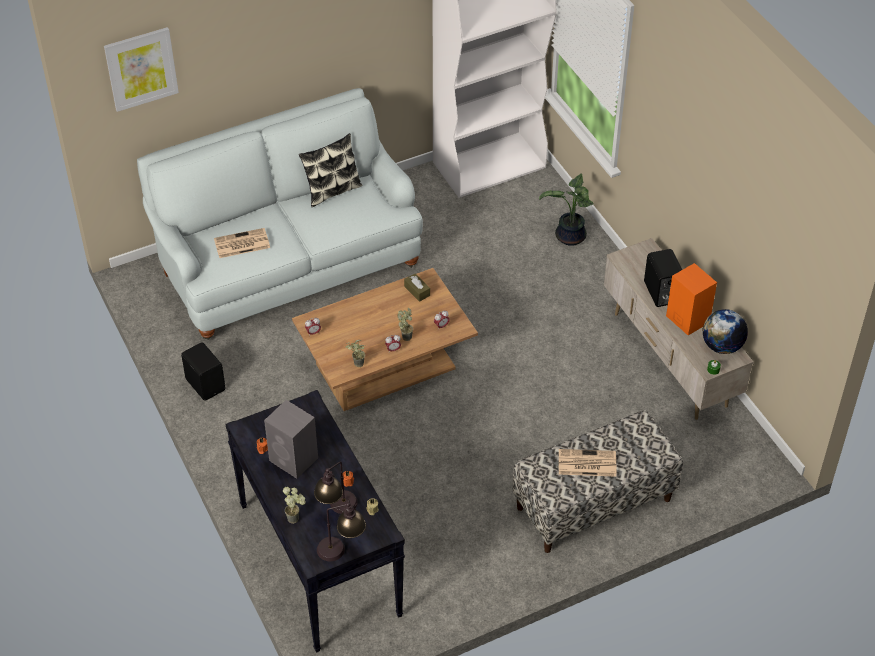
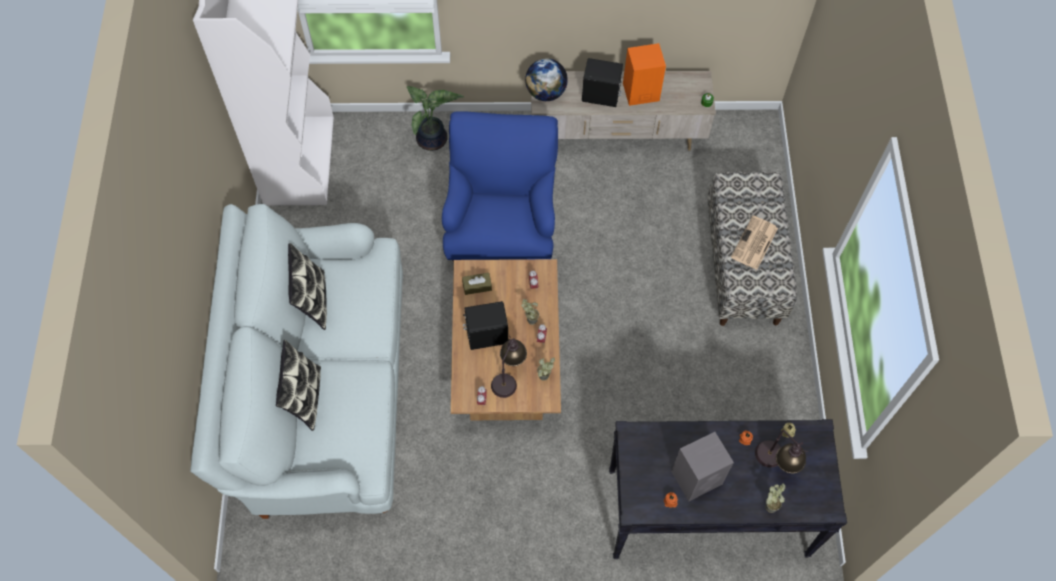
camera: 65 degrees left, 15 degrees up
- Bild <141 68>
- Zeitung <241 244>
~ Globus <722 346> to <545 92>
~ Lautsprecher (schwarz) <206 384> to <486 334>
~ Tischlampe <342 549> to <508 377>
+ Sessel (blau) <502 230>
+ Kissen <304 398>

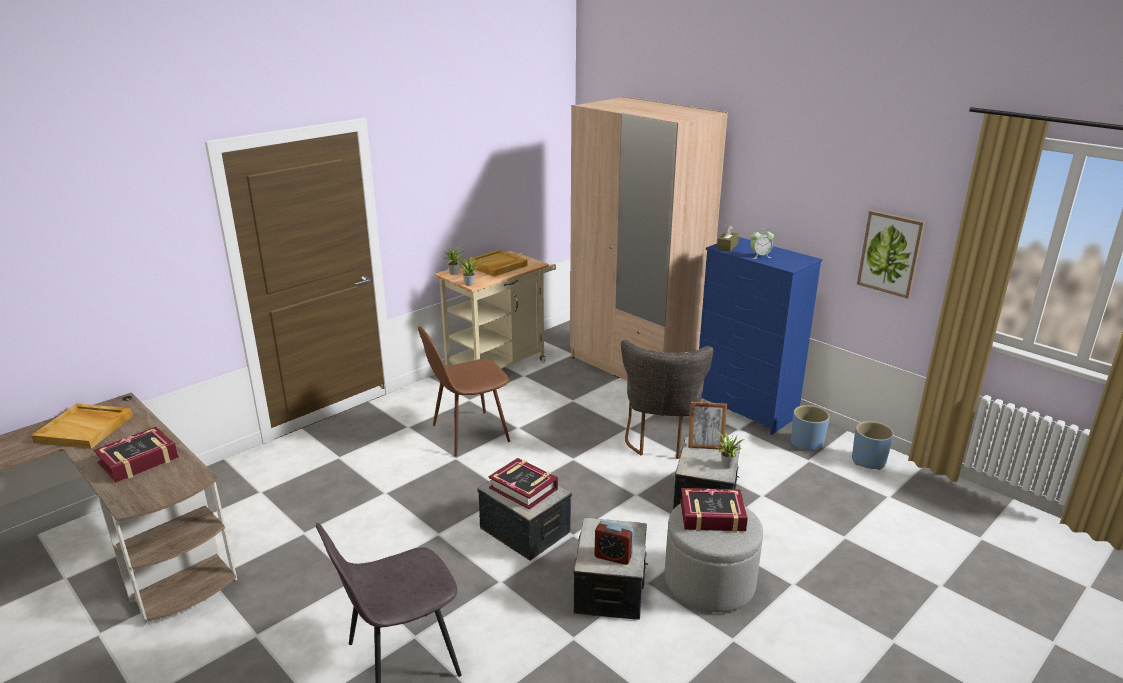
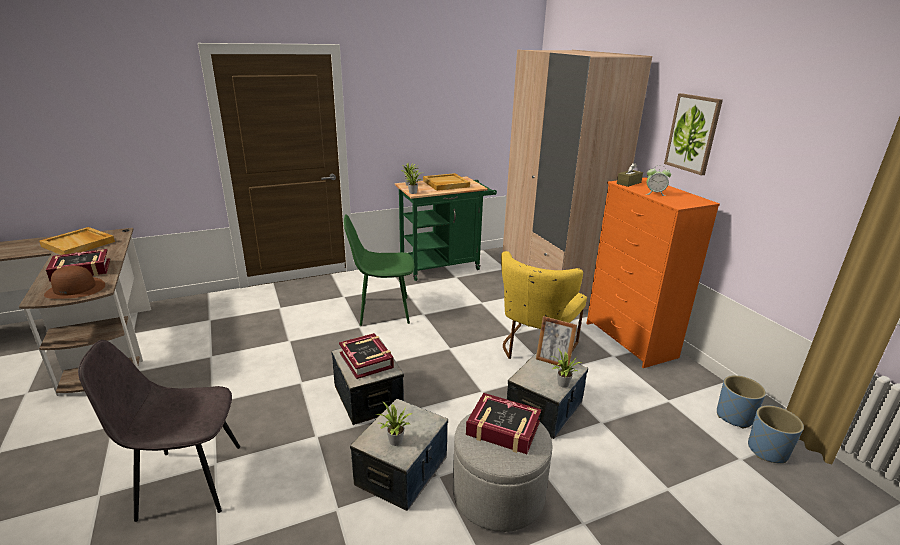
camera: 20 degrees right, 0 degrees up
~ Bild <890 253> to <693 133>
~ Kommode (blau) <745 409> to Kommode (orange) <630 340>
~ Rollwagen (beige) <501 364> to Rollwagen (grün) <444 266>
~ Stuhl (braun) <468 434> to Stuhl (grün) <382 311>
~ Stuhl (grau) <661 440> to Stuhl (gelb) <535 350>
~ Pflanzkübel (blau) <807 444> to <768 451>
~ Wecker <613 556> to Topfpflanze <394 442>
+ Hut (braun) <75 289>

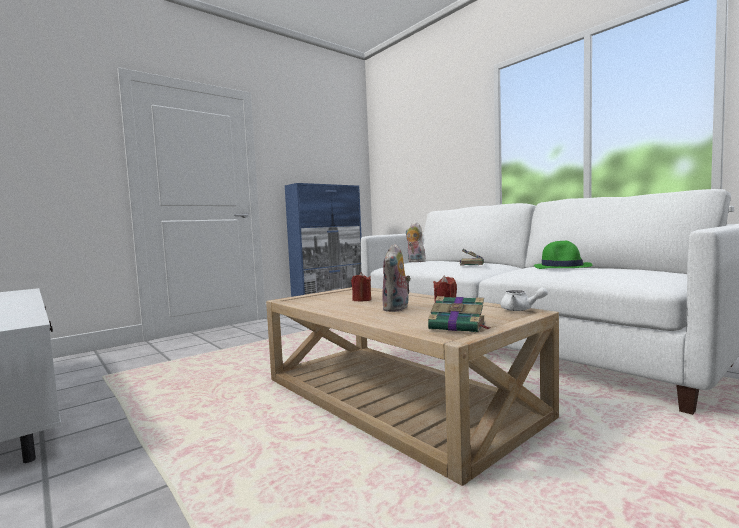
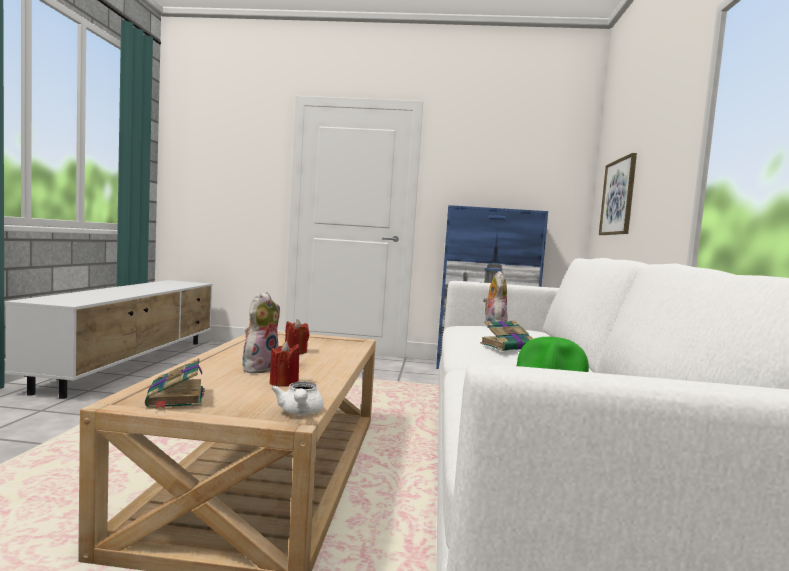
camera: 45 degrees right, 0 degrees up
~ Plüschtier <397 309> = <259 368> 135 degrees clockwise
+ Bild <618 197>

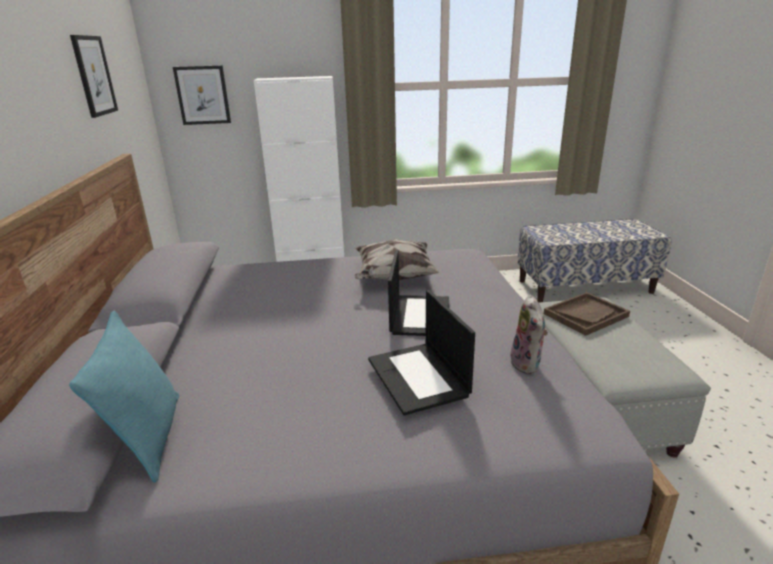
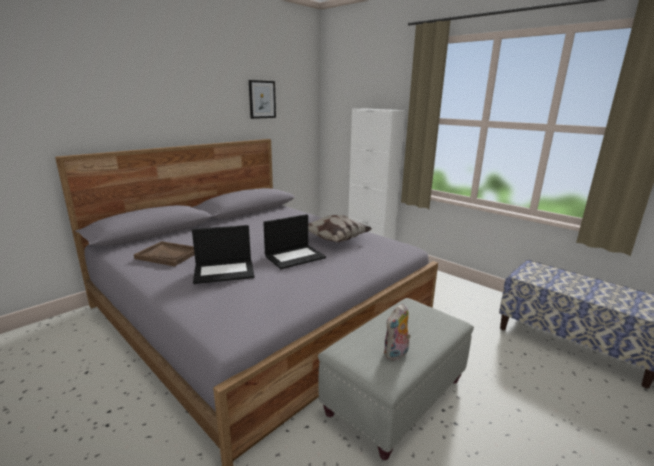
camera: 50 degrees right, 5 degrees down
- Bild <203 95>
~ Laptop <419 377> = <225 271> 135 degrees counterclockwise
~ Tablett (braun) <585 315> to <168 255>
~ Plüschtier <528 364> to <396 354>
- Kissen (türkis) <150 438>

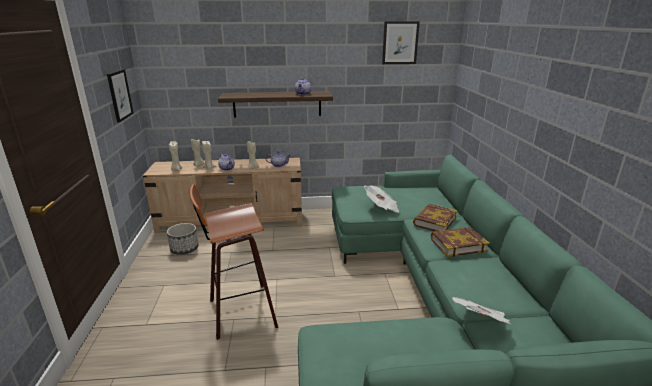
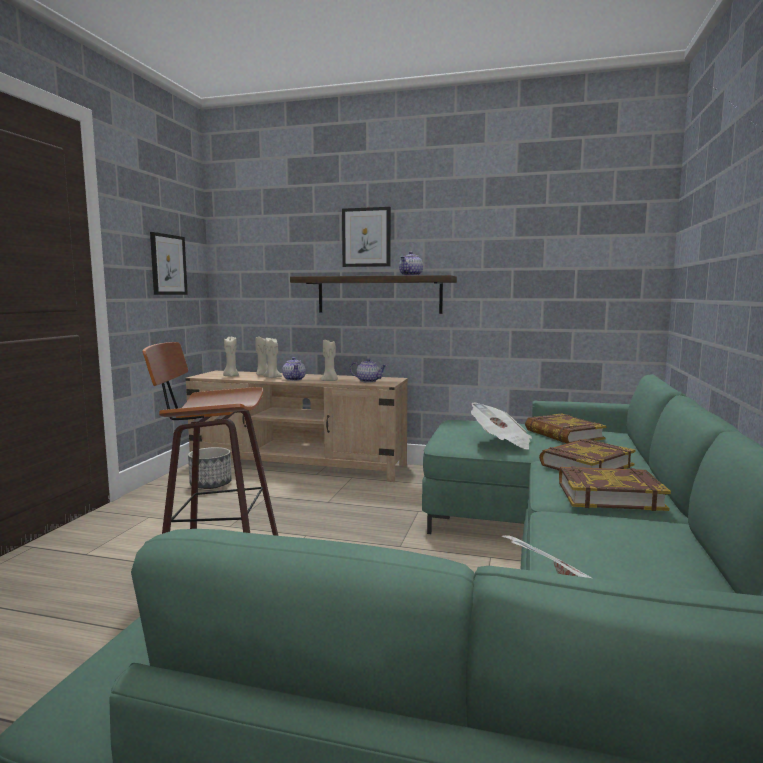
camera: 20 degrees right, 15 degrees down
~ Bild <400 43> to <366 237>
+ Buch <563 434>

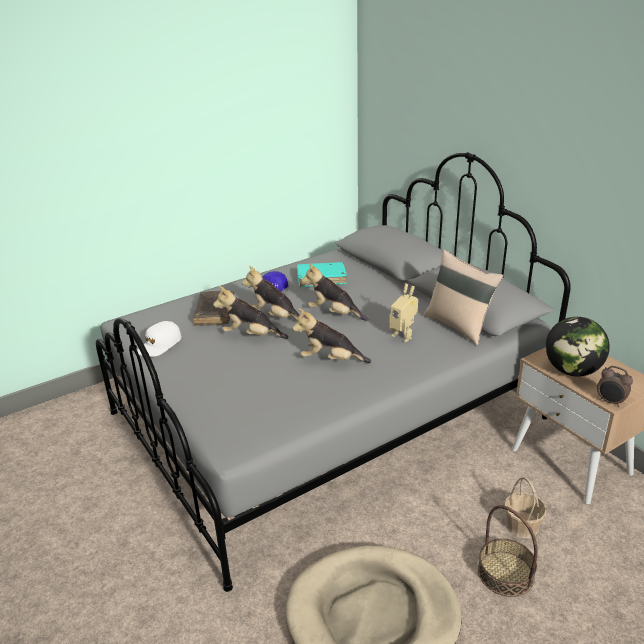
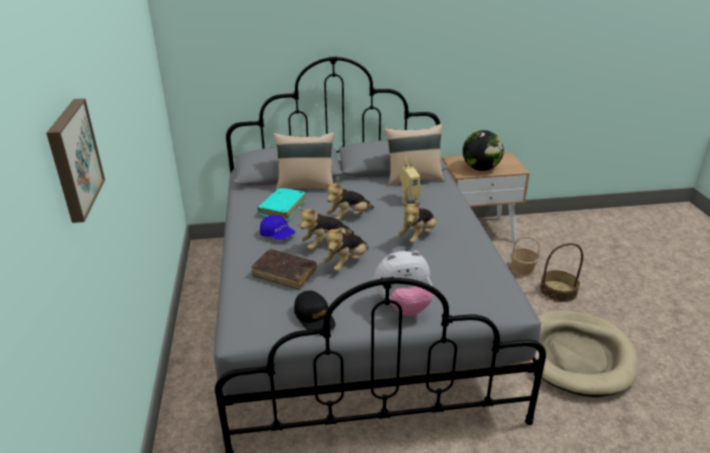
camera: 65 degrees left, 0 degrees up
~ Kappe (weiß) <159 345> to Kappe (schwarz) <314 318>
- Wecker <610 402>
+ Bild <72 159>
+ Kissen (beige) <305 186>
+ Plüschtier <403 306>

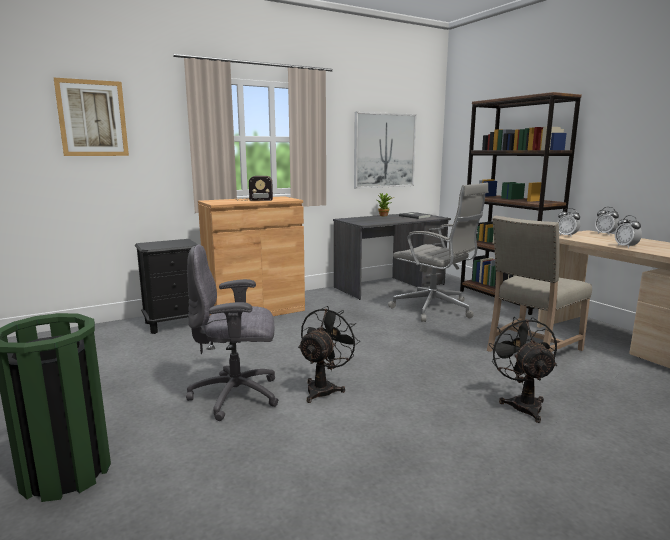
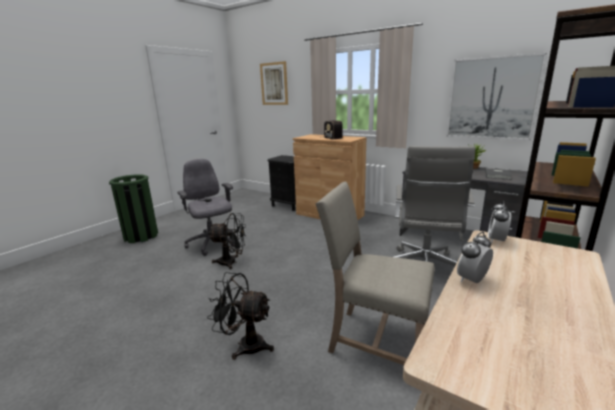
camera: 65 degrees right, 5 degrees up
- Wecker <605 234>
~ Ventilator (schwarz) <522 404> = <245 345> 135 degrees counterclockwise

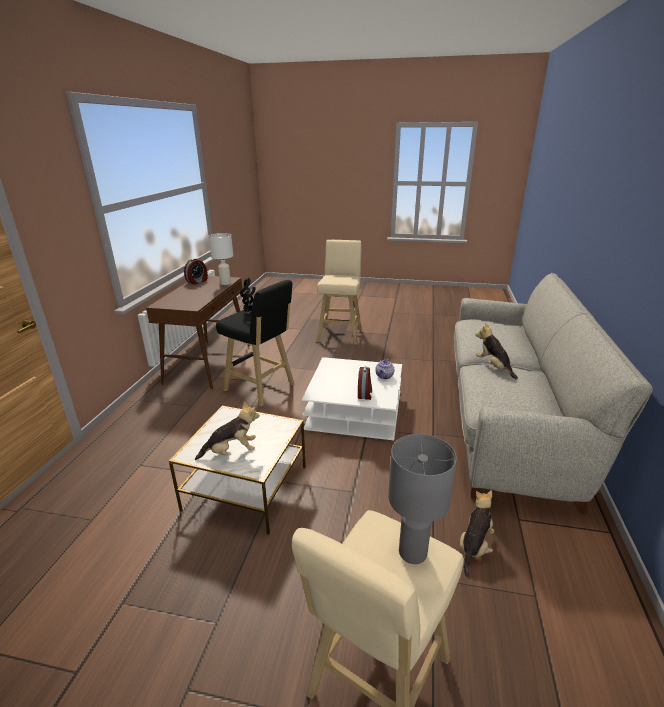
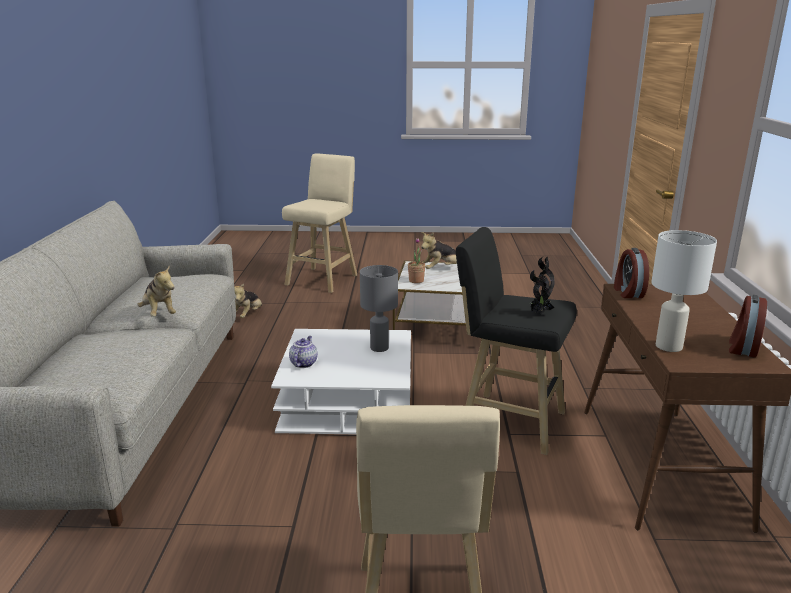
camera: 170 degrees right, 5 degrees down
~ Wecker <365 394> to <627 292>
~ Tischlampe (grau) <412 552> to <380 347>
+ Topfpflanze <416 281>

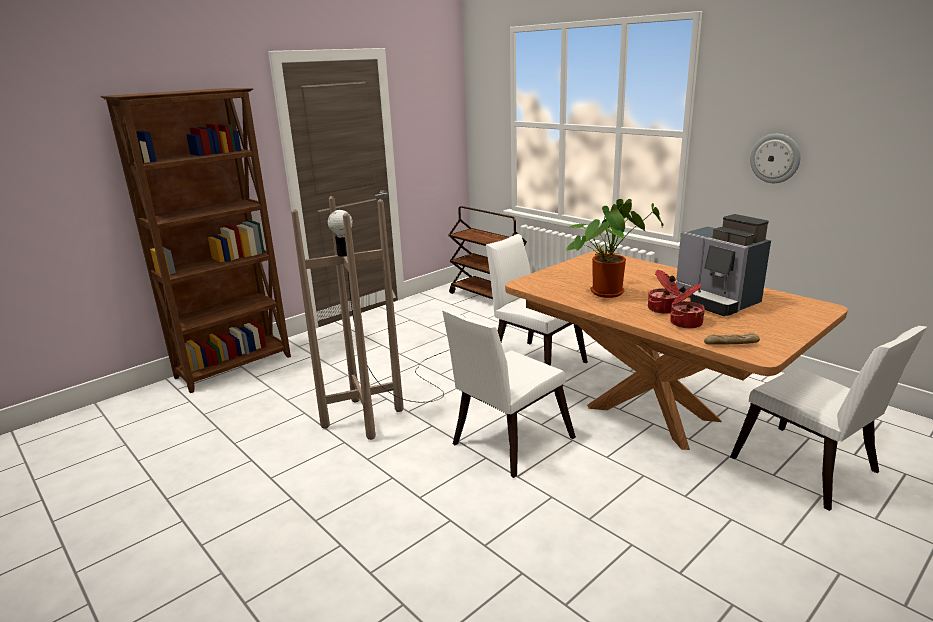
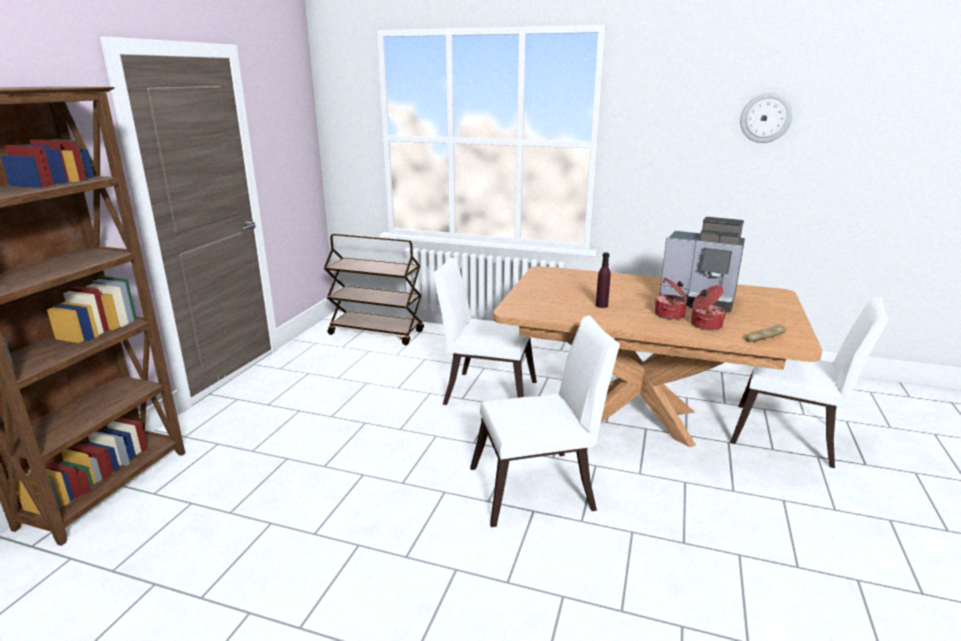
camera: 30 degrees left, 0 degrees up
~ Wanduhr <775 158> to <765 118>
- Stehlampe (braun) <404 390>
~ Topfpflanze <608 291> to Flasche (lila) <601 305>
~ Stuhl (weiß) <507 443> = <539 488> 120 degrees counterclockwise

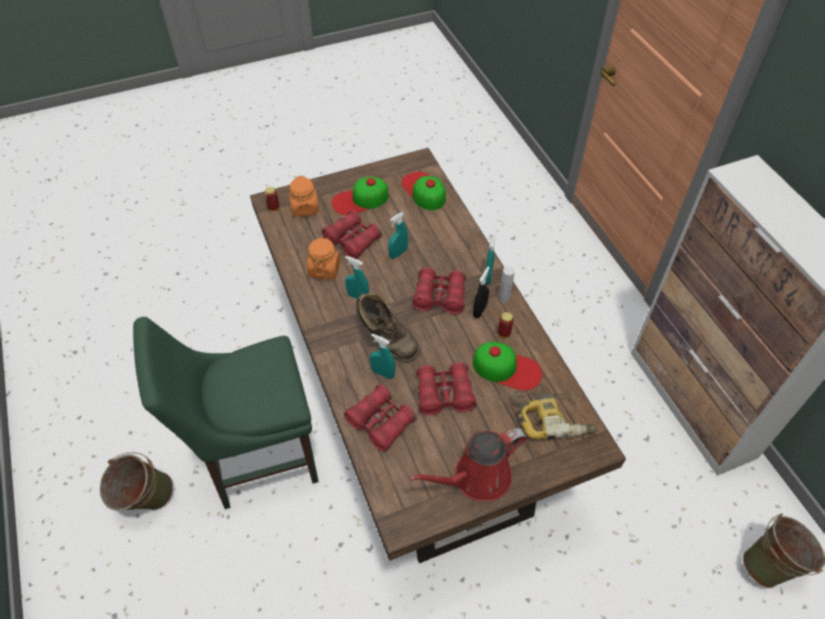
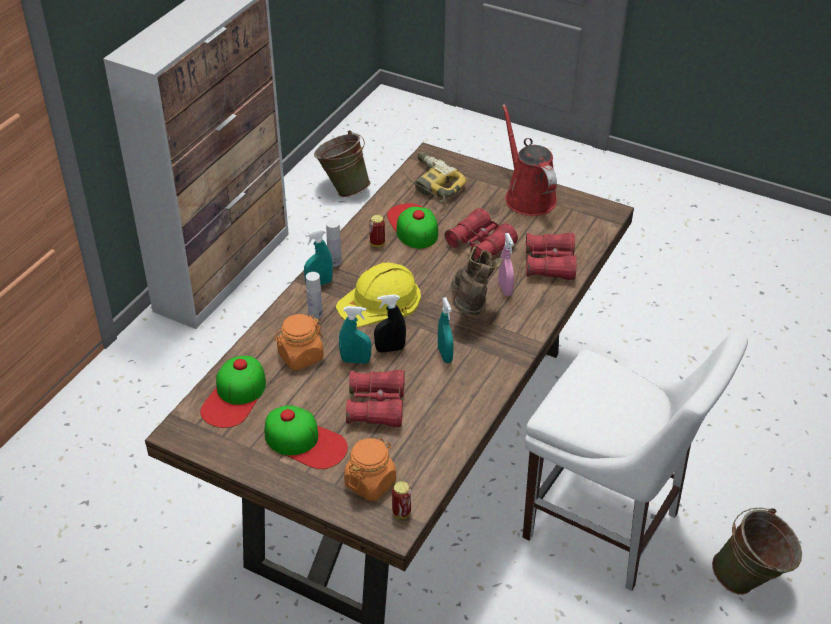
camera: 130 degrees left, 10 degrees down
~ Vorratsglas (orange) <324 269> to <300 356>
~ Fernglas (rot) <439 297> to Schutzhelm (gelb) <380 301>
~ Sprühflasche (schwarz) <480 310> to <390 349>
~ Stuhl (grün) <256 457> to Stuhl (weiß) <608 529>
~ Sprühflasche (türkis) <383 373> to Sprühflasche (rosa) <505 289>
~ Gießkanne (rot) <477 478> = <528 196> 135 degrees counterclockwise
+ Flasche (weiß) <315 315>

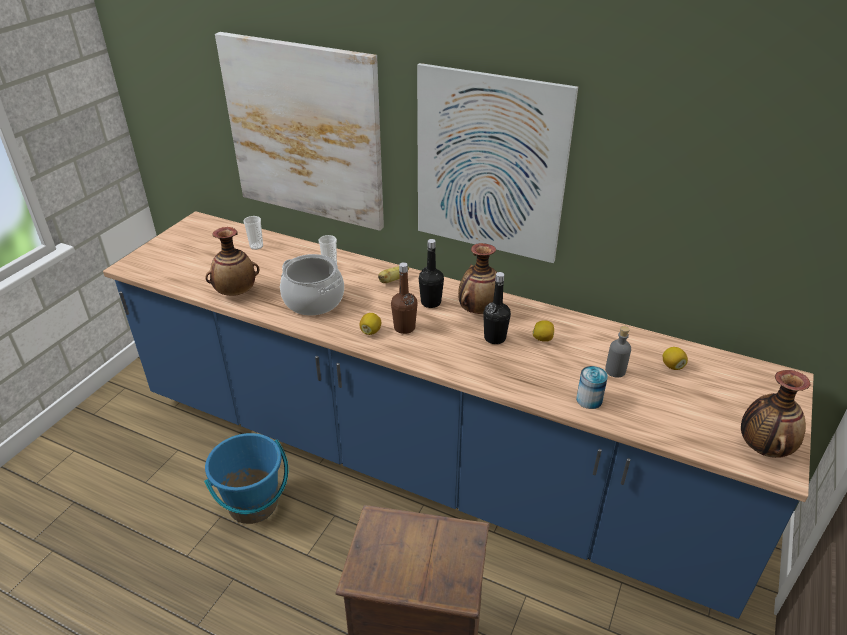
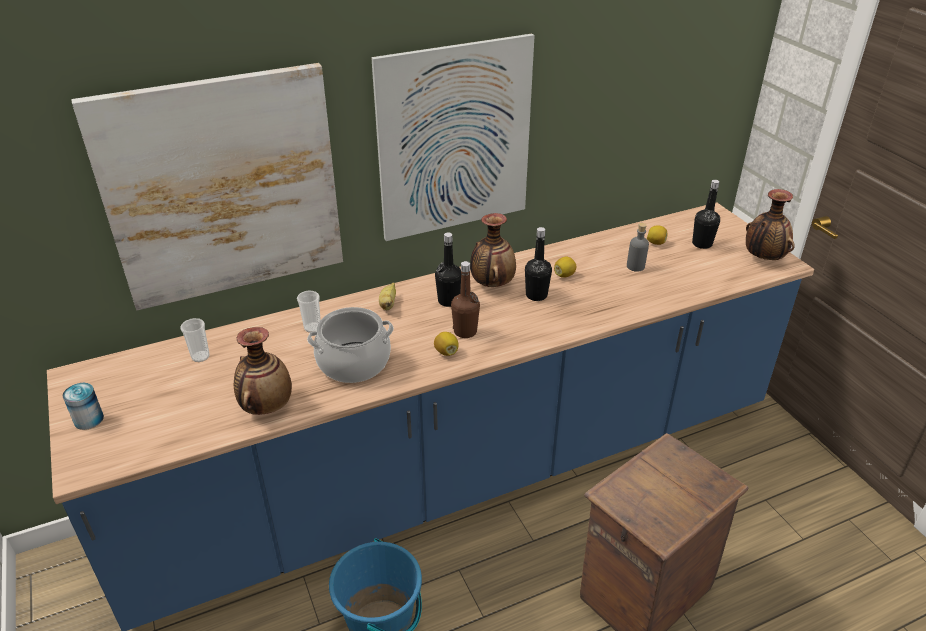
camera: 50 degrees left, 0 degrees up
~ Dose <589 400> to <88 419>
+ Flasche (schwarz) <702 244>

